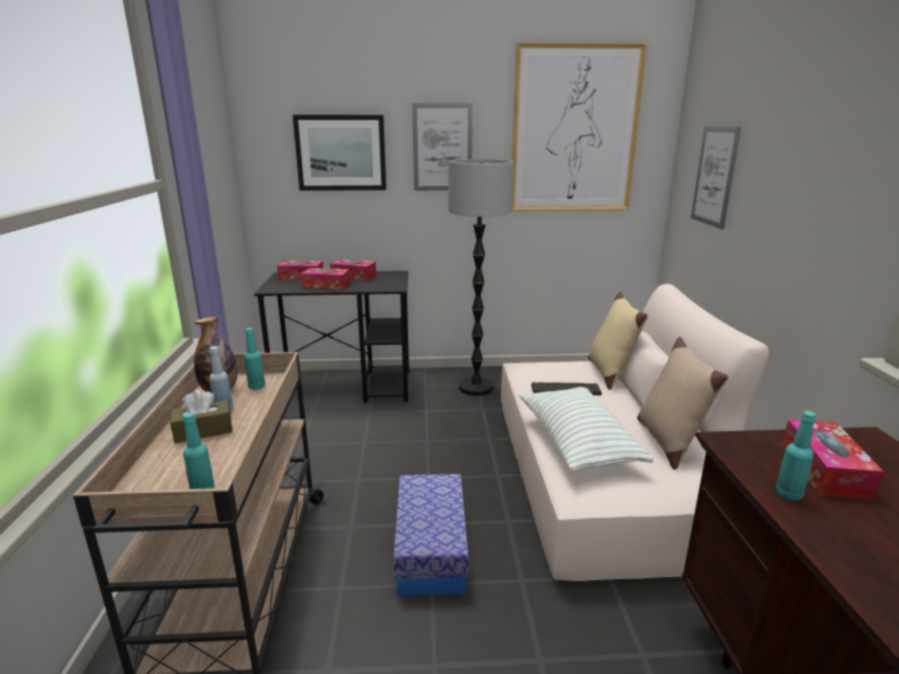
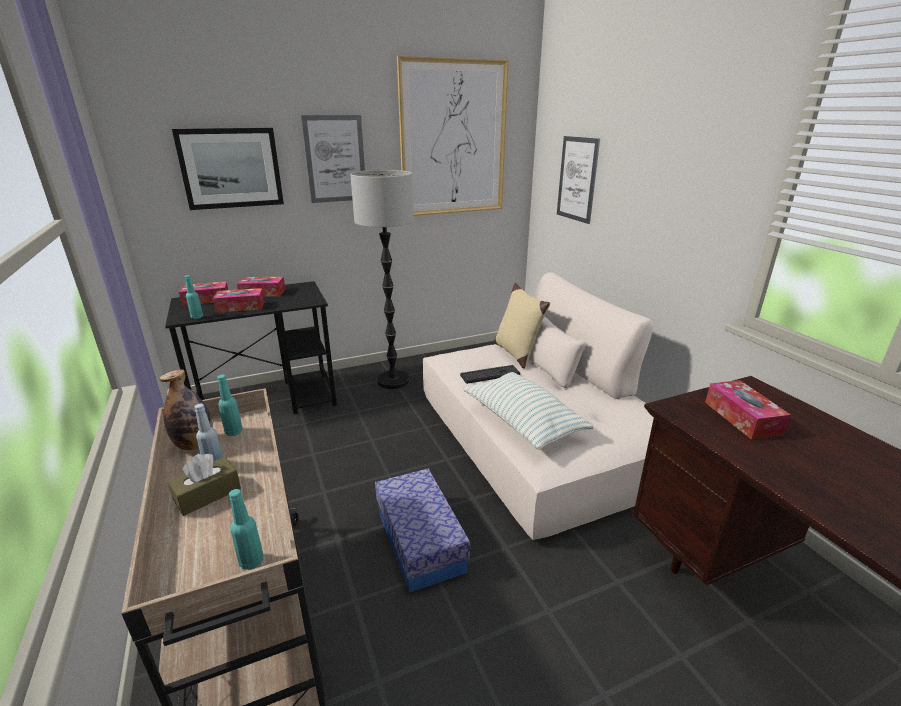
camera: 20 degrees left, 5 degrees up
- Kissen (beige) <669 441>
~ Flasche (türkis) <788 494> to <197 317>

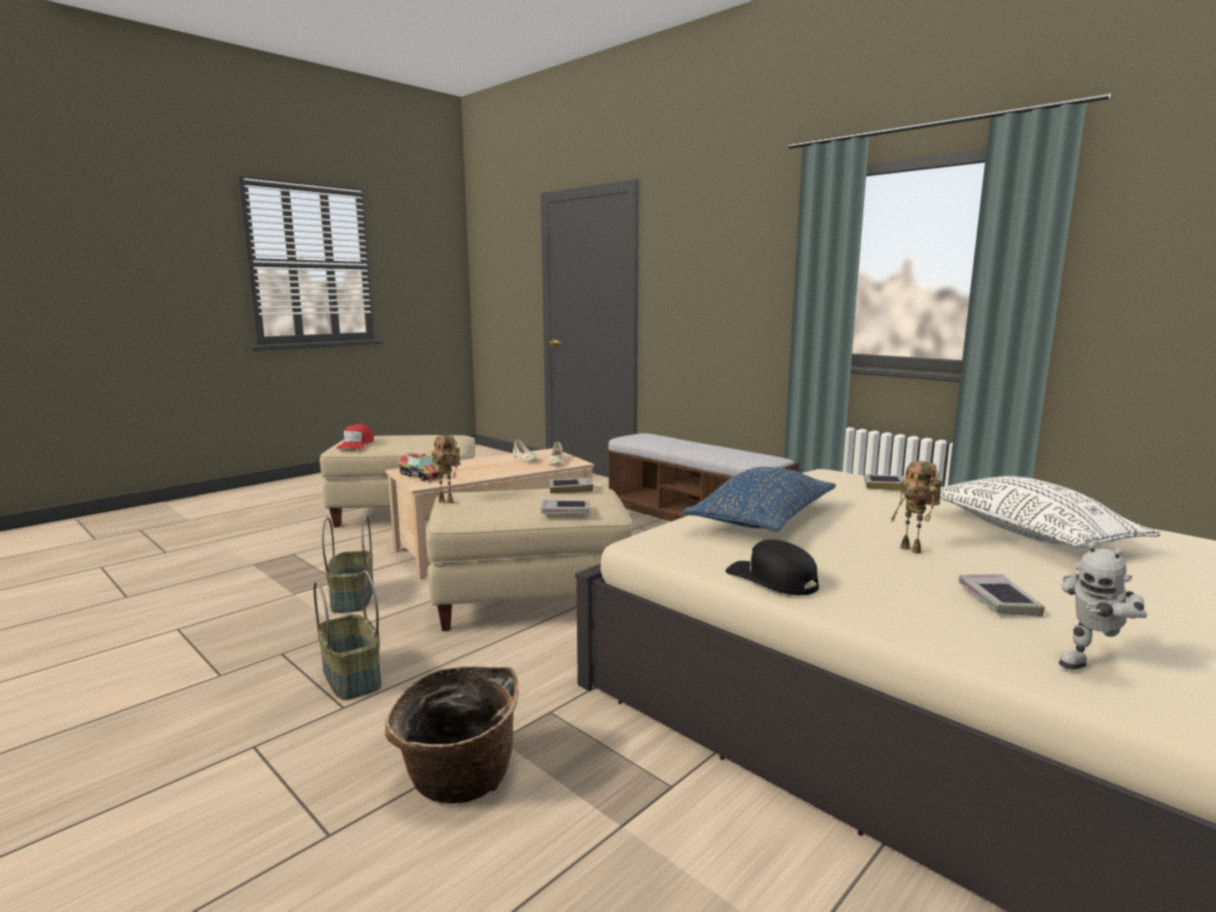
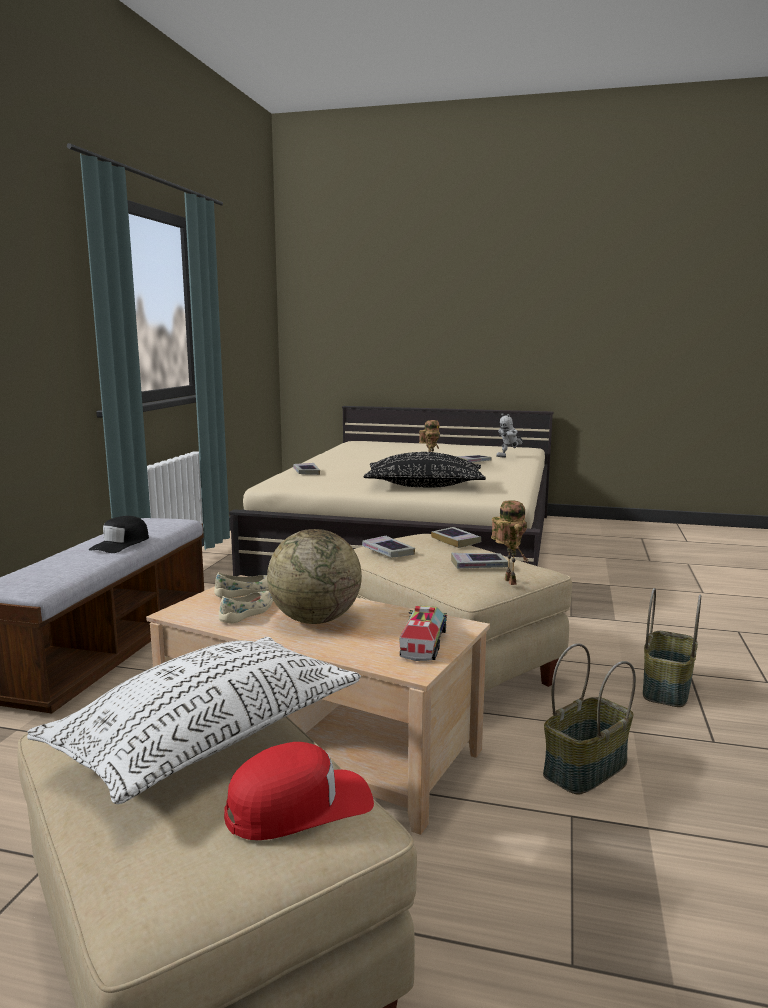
camera: 120 degrees left, 0 degrees up
~ Kissen (blau) <762 519> to Kissen (schwarz) <424 486>
~ Kissen (weiß) <1027 533> to <209 738>
~ Kappe (schwarz) <772 579> to <121 544>
~ Spielzeugroboter <1091 662> = <509 457> 120 degrees clockwise
- Korb <458 782>
+ Globus <315 619>
+ Buch <478 565>

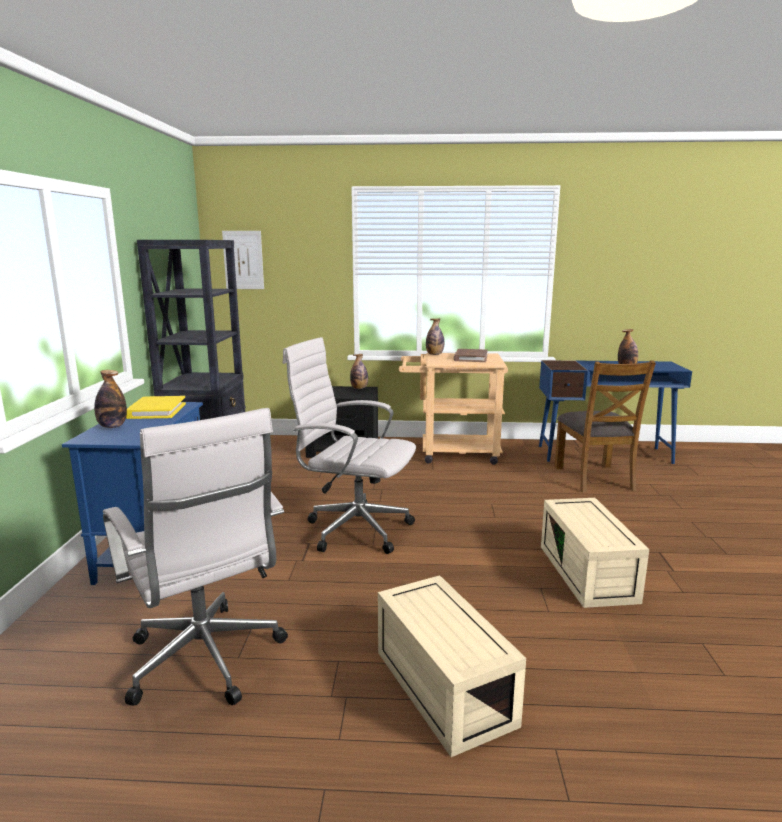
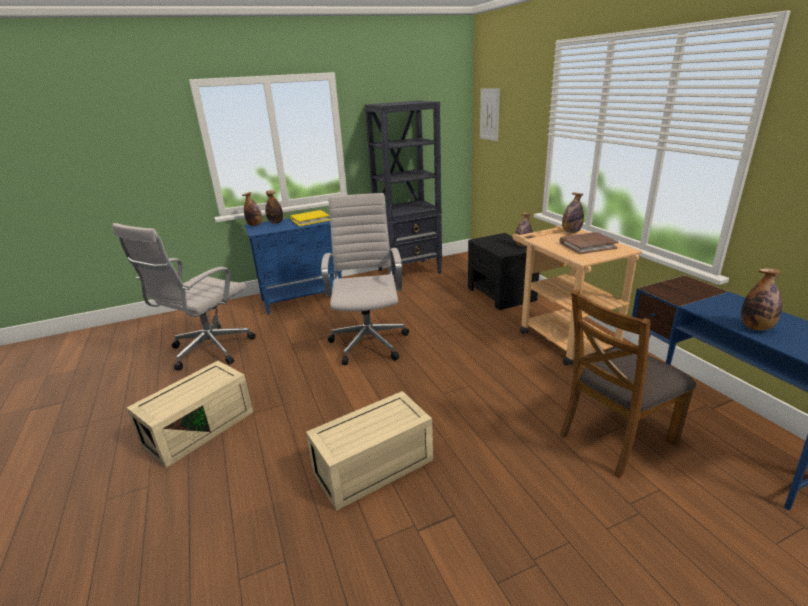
camera: 65 degrees right, 10 degrees up
+ Flasche <255 225>

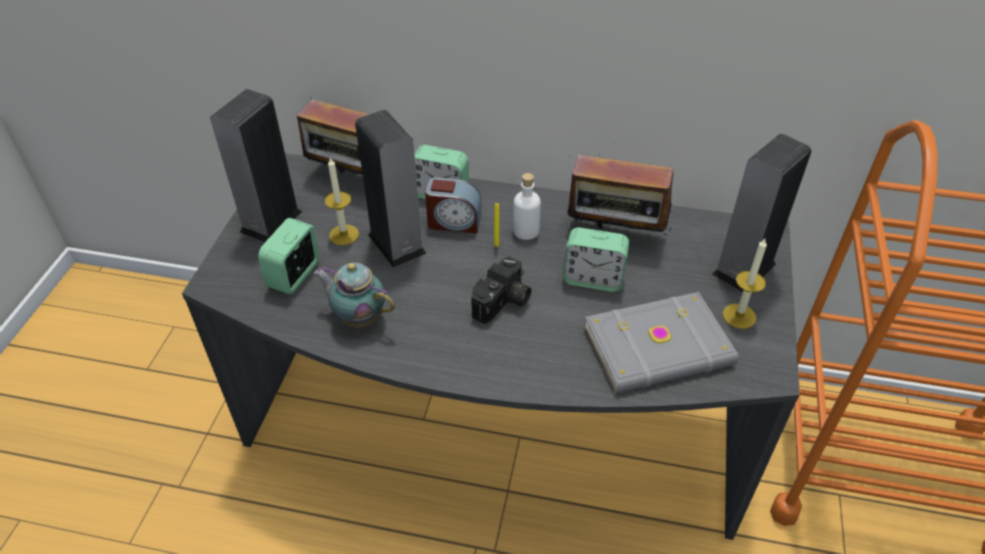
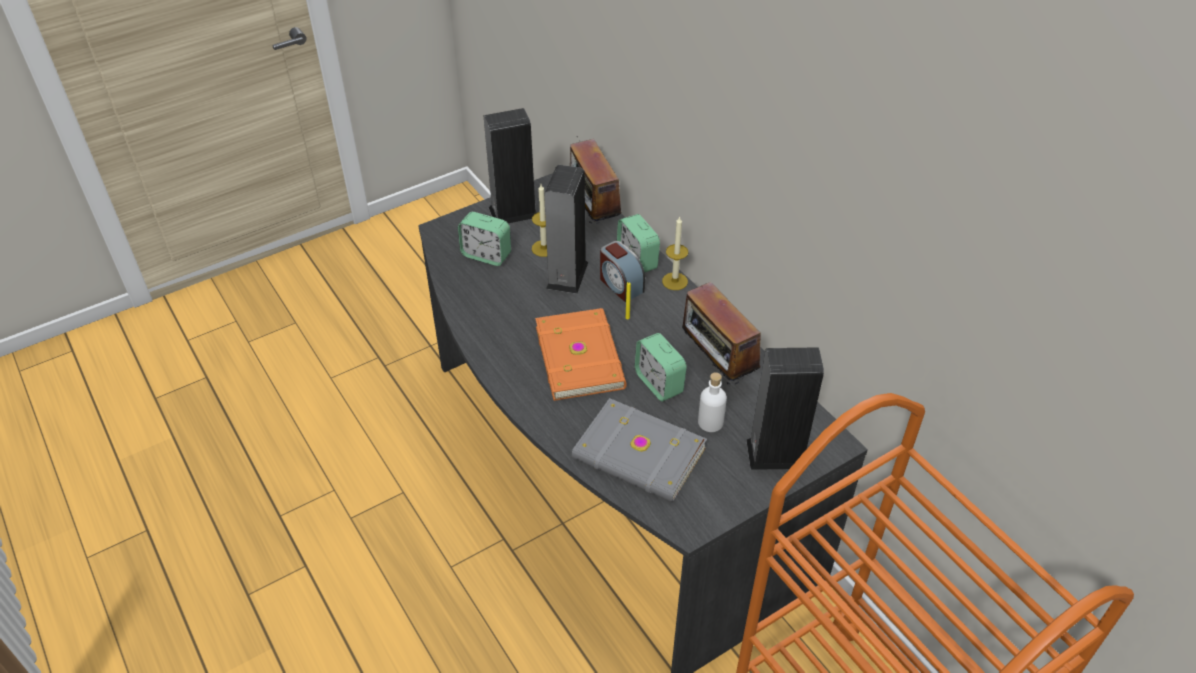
camera: 45 degrees right, 0 degrees up
~ Flasche (weiß) <526 231> to <710 422>
~ Wecker <295 275> = <486 255> 135 degrees counterclockwise
~ Kerze <739 316> to <675 281>
~ Kamera <503 303> to Buch (orange) <581 356>
- Teekanne <358 317>

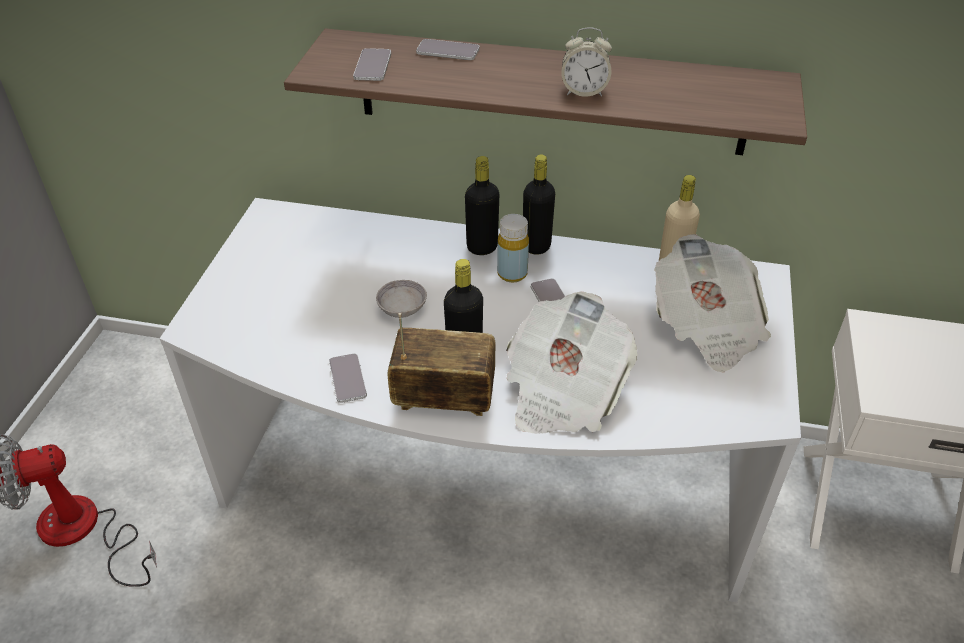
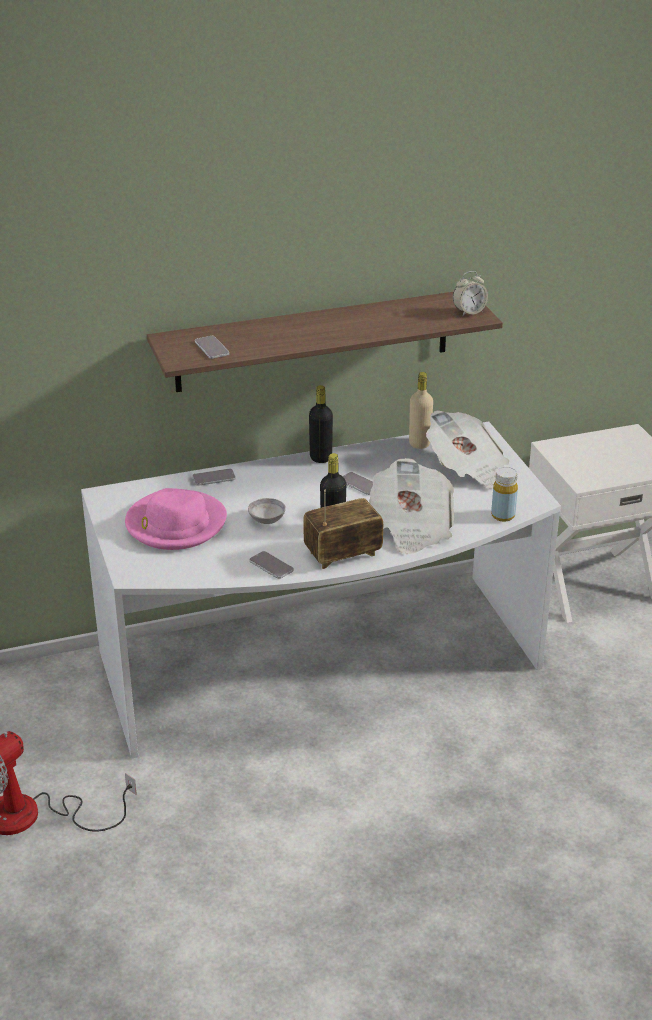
camera: 30 degrees left, 10 degrees down
~ Wecker <584 91> to <469 312>
~ Handy <448 51> to <214 478>
- Flasche (schwarz) <482 247>
~ Flasche (gelb) <512 274> to <503 515>
+ Hut (rosa) <175 524>

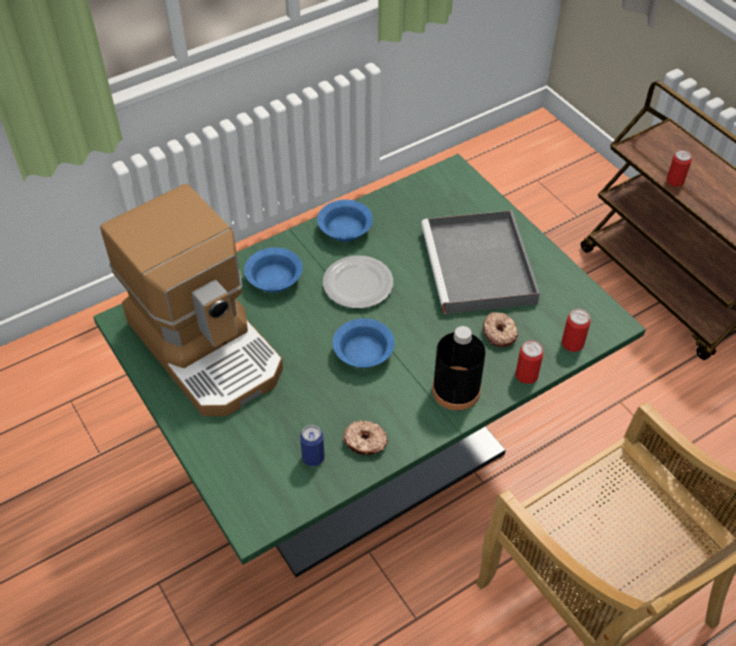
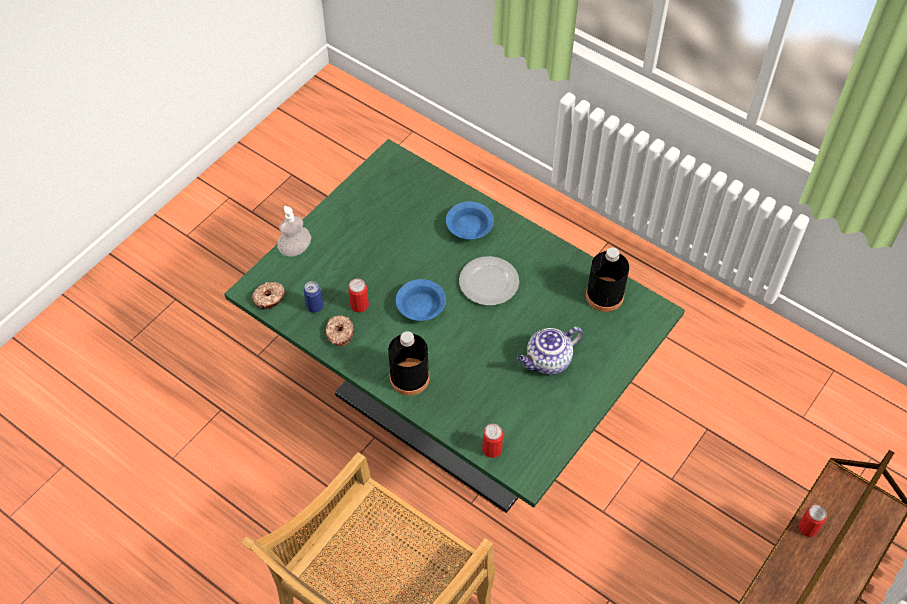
camera: 70 degrees right, 5 degrees up
- Kaffeemaschine <207 346>
- Schüssel (blau) <344 231>
~ Tablett (grau) <480 267> to Teekanne <547 362>
~ Donut <499 333> to <269 298>
~ Dose <526 375> to <359 305>
+ Seifenspender <295 249>
+ Flasche (schwarz) <604 296>

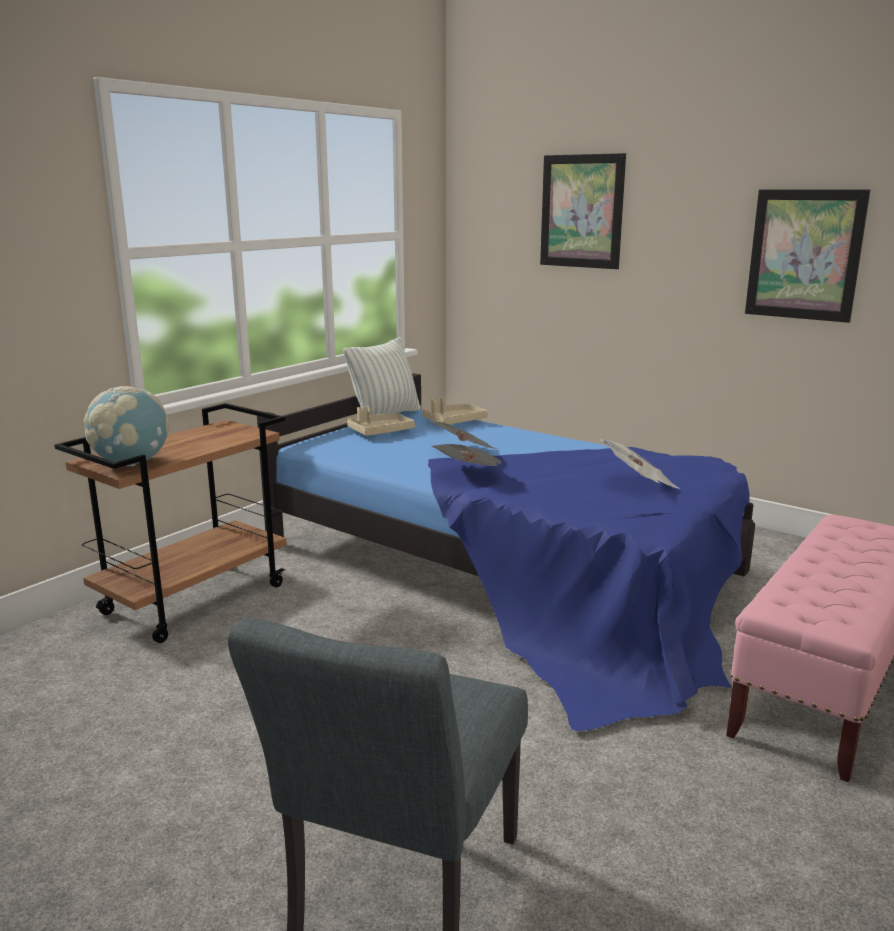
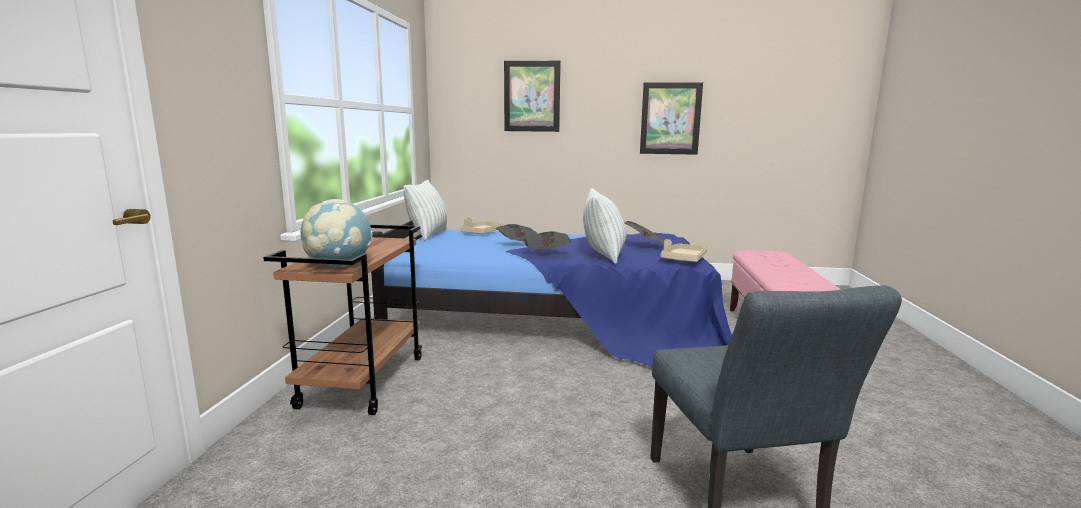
camera: 30 degrees left, 5 degrees down
~ Tablett (beige) <380 432> to <683 259>
+ Kissen <603 255>

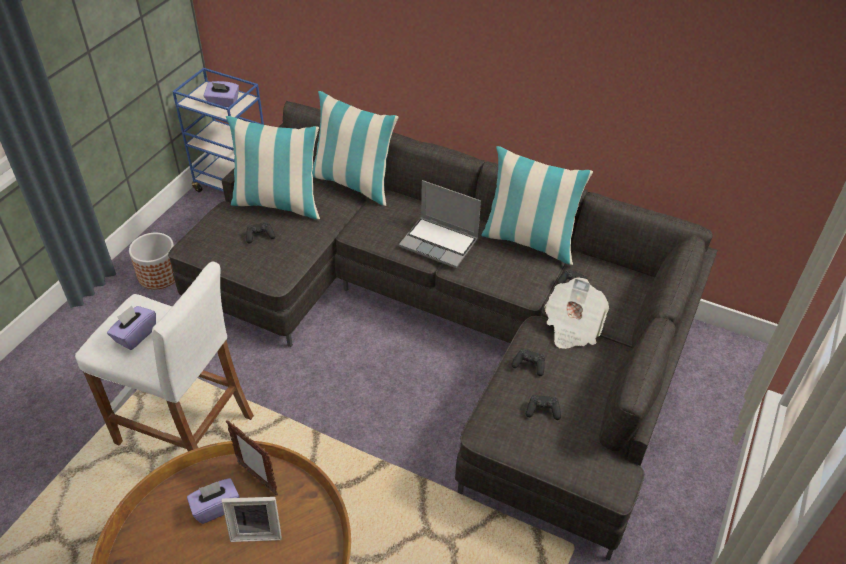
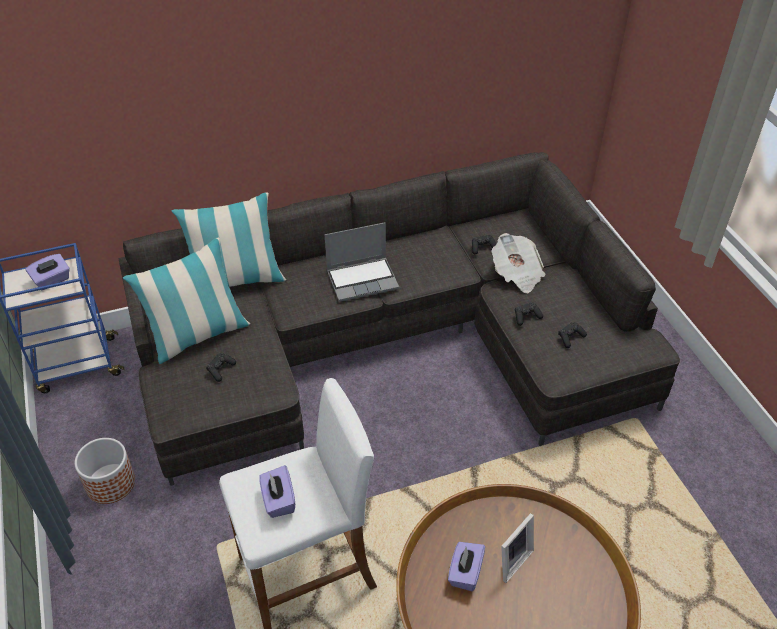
camera: 45 degrees left, 0 degrees up
- Kissen <529 241>
- Bilderrahmen <257 478>

